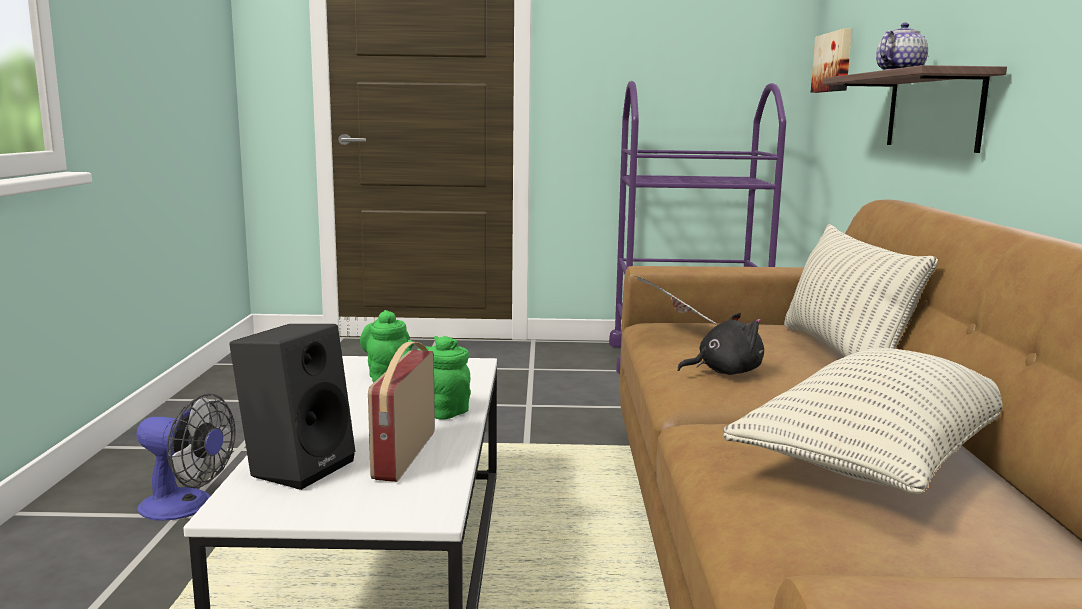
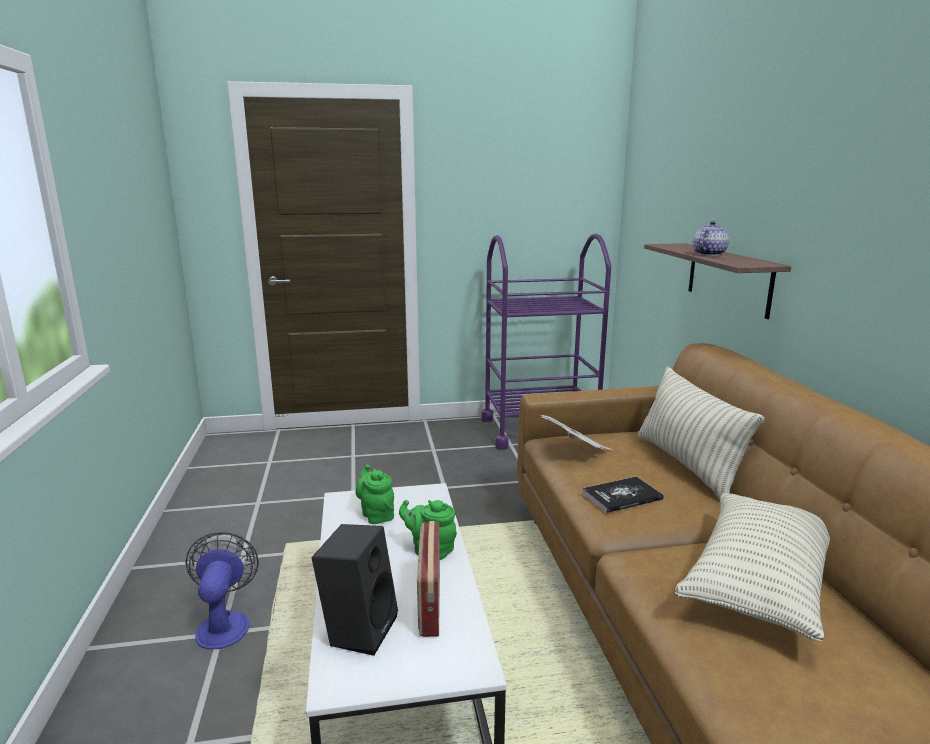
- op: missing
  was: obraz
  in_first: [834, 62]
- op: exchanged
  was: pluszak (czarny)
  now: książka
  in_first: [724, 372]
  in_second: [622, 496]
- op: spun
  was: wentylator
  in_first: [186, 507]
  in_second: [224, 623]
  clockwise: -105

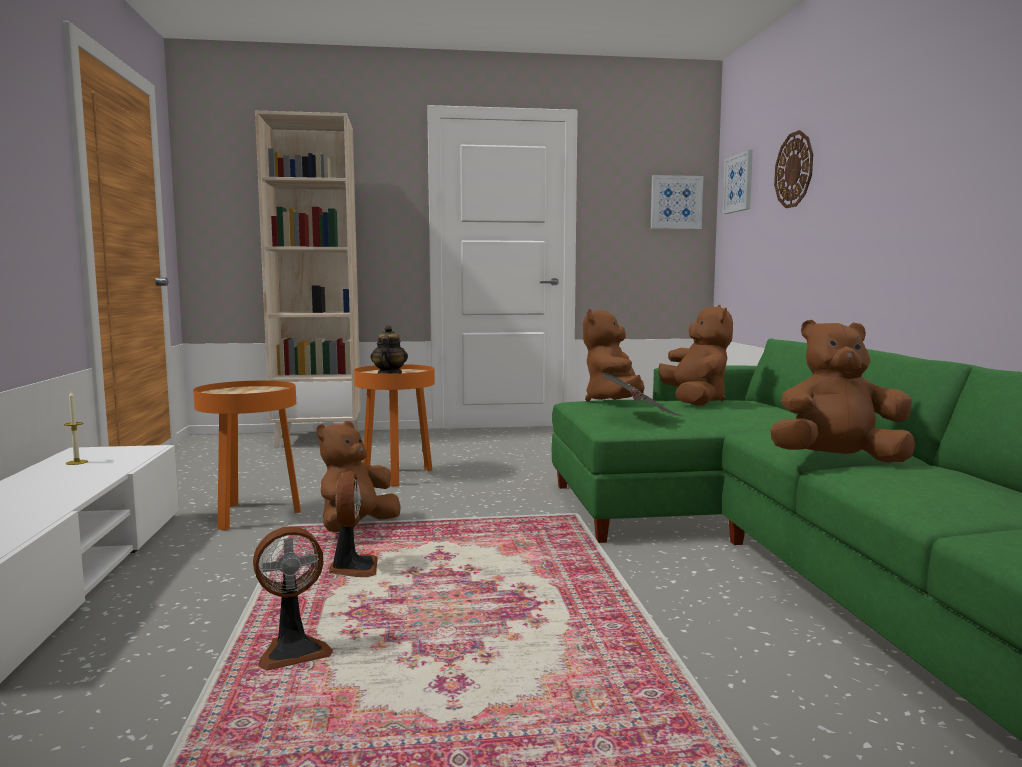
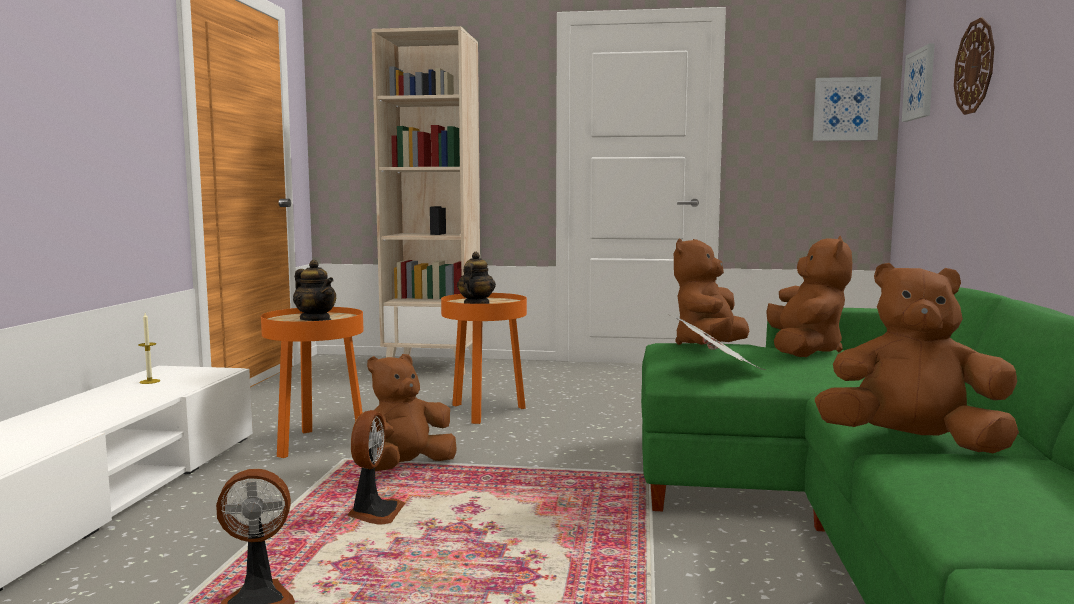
- op: appeared
  now: imbryk
  in_second: [315, 319]

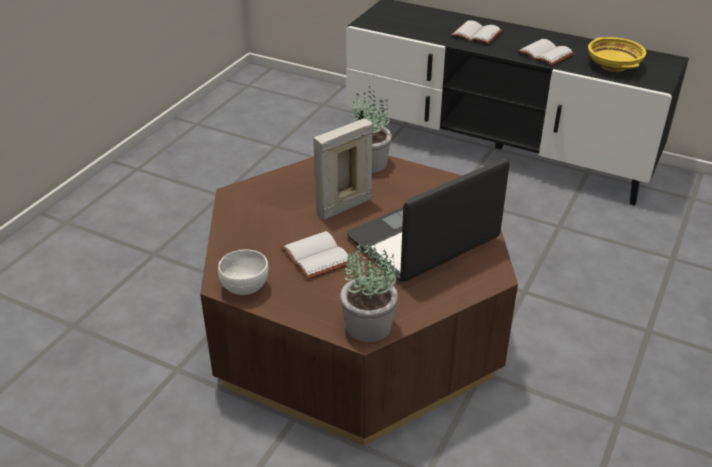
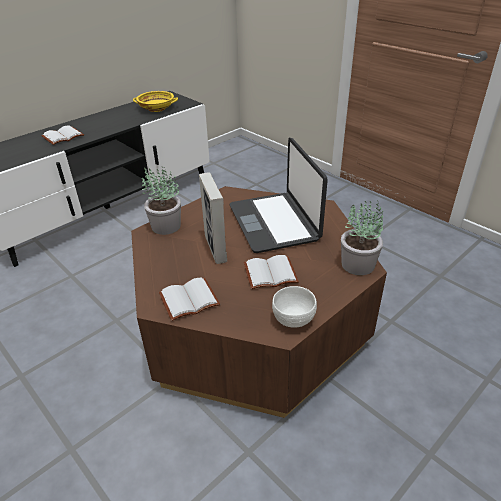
- op: relocated
  was: książka (biały)
  in_first: [543, 54]
  in_second: [189, 301]

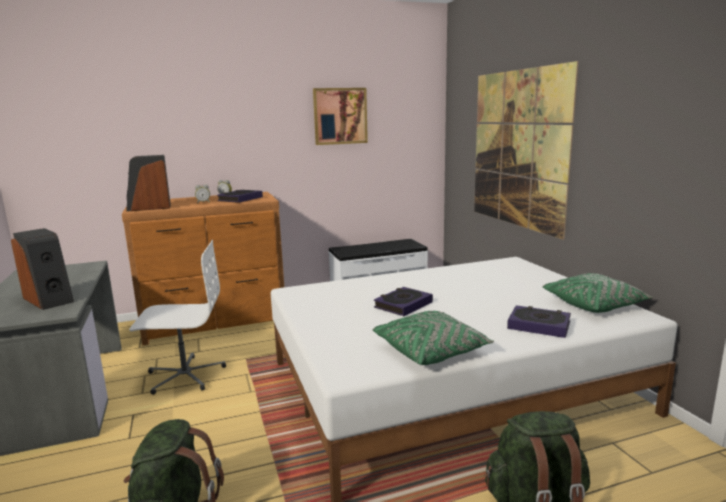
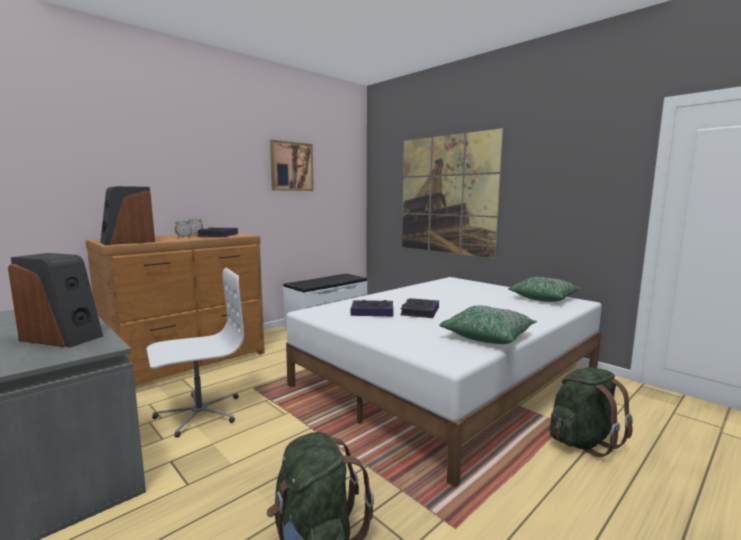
- op: relocated
  was: książka
  in_first: [539, 325]
  in_second: [372, 312]

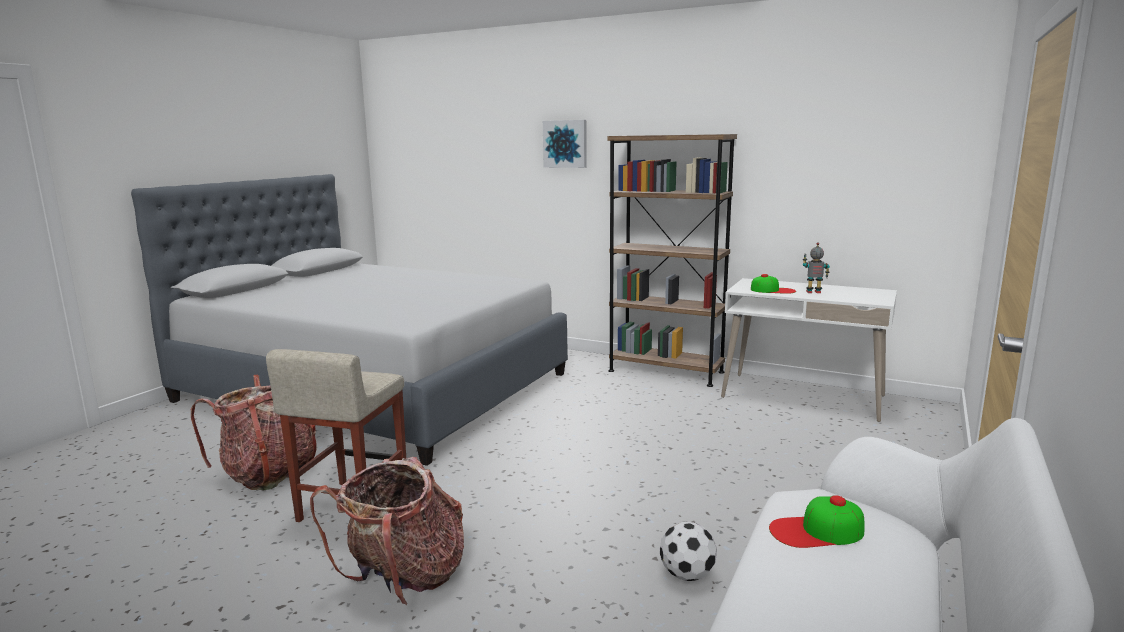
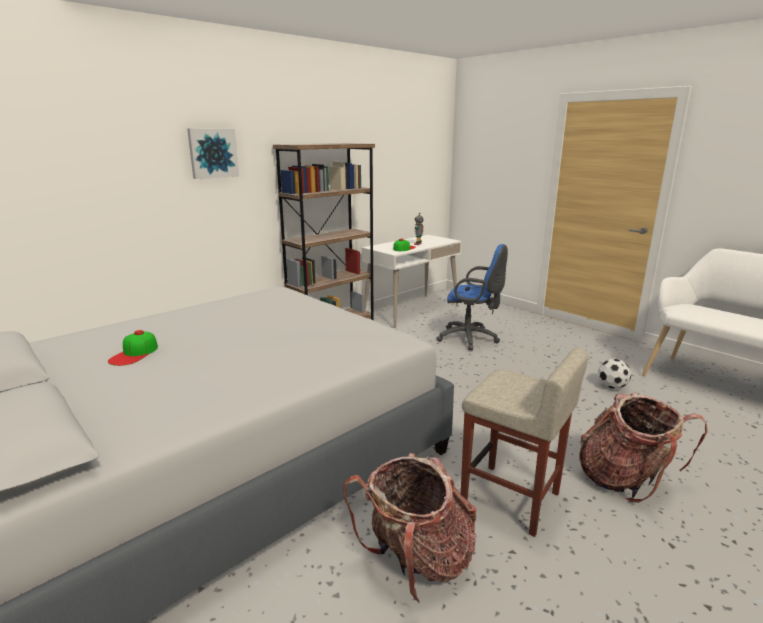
- op: appeared
  now: krzesło biurowe (niebieski)
  in_second: [471, 339]
- op: relocated
  was: czapka z daszkiem
  in_first: [816, 531]
  in_second: [134, 354]

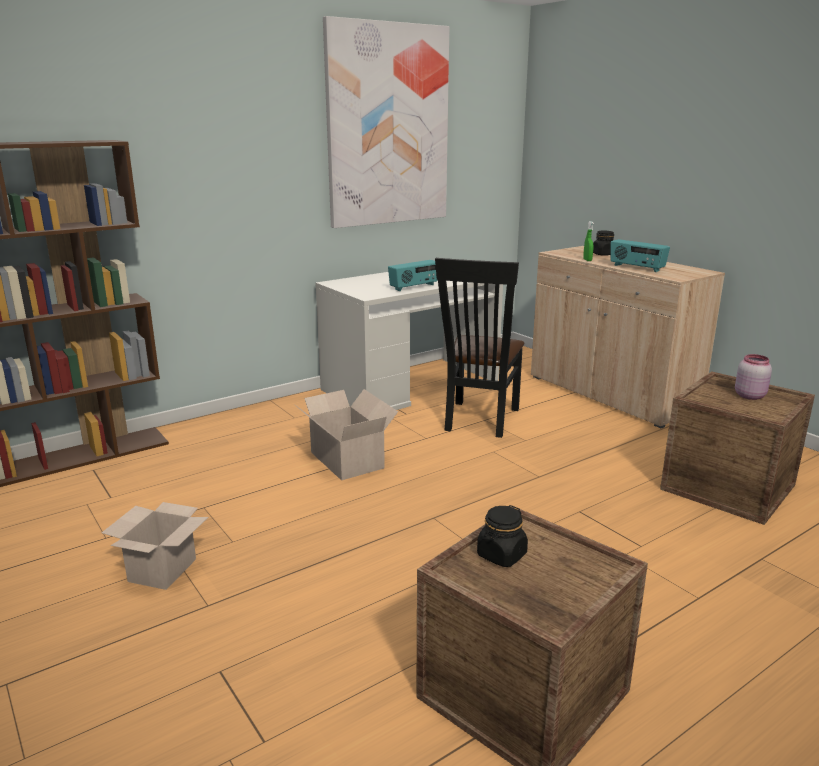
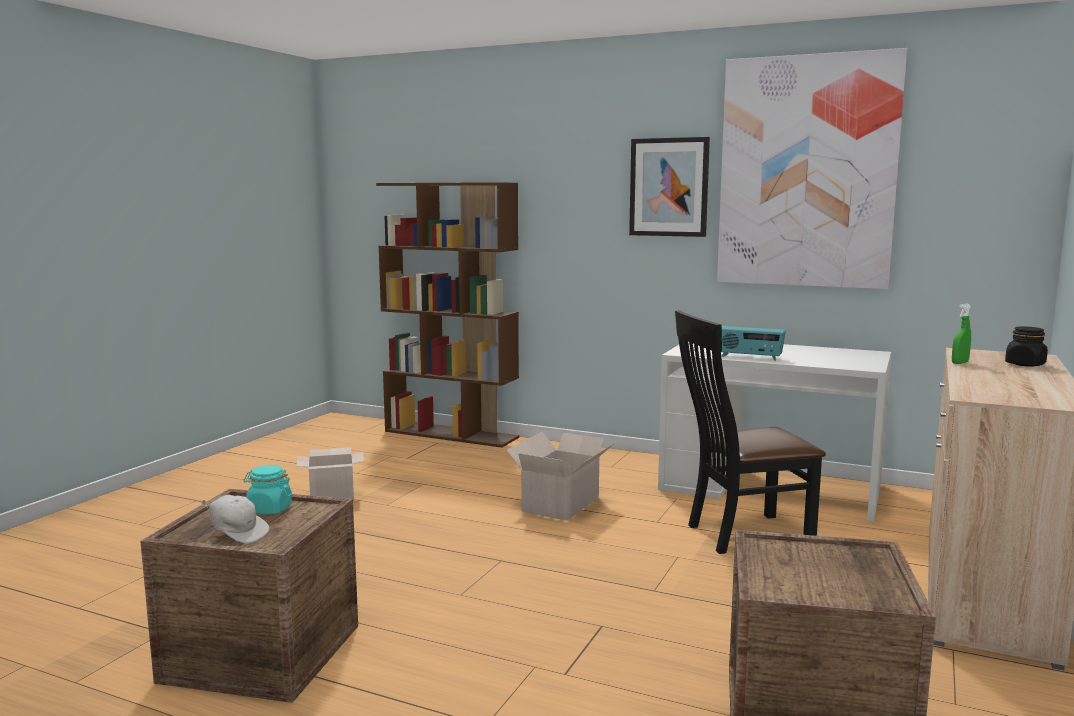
- op: missing
  was: radio
  in_first: [636, 268]
- op: missing
  was: słoik (różowy)
  in_first: [749, 395]
- op: appeared
  now: czapka z daszkiem (biały)
  in_second: [238, 534]
- op: appeared
  now: obraz
  in_second: [669, 187]
- op: colour
  was: słoik (czarny)
  now: słoik (turkusowy)
  in_first: [501, 555]
  in_second: [269, 509]

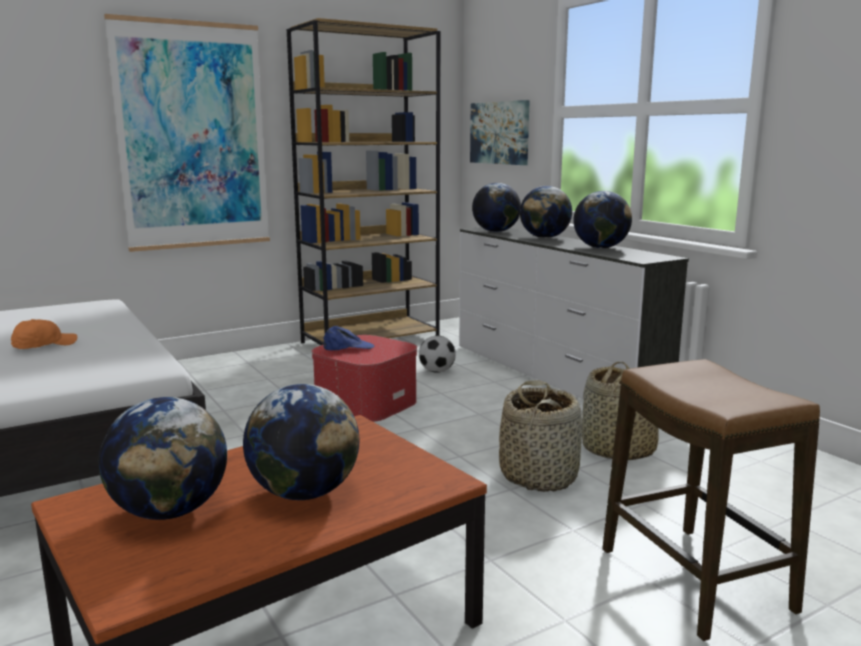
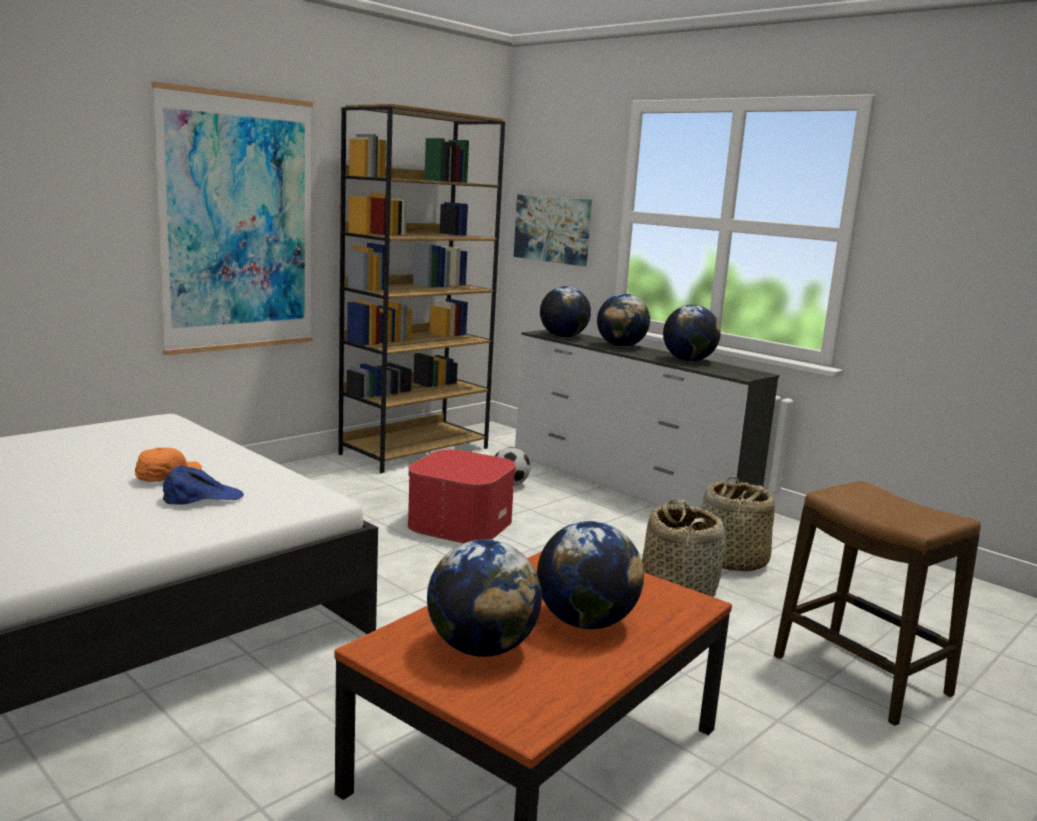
- op: relocated
  was: czapka z daszkiem (niebieski)
  in_first: [348, 347]
  in_second: [202, 497]

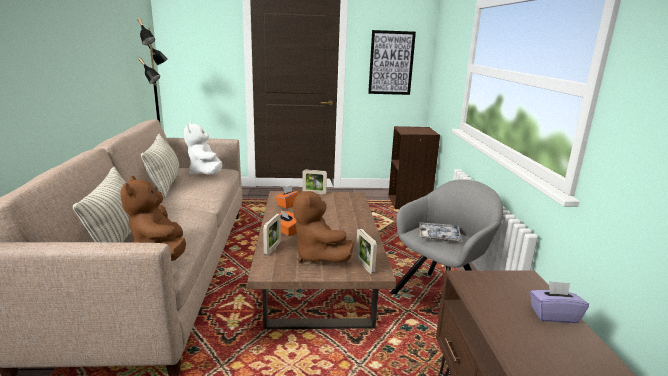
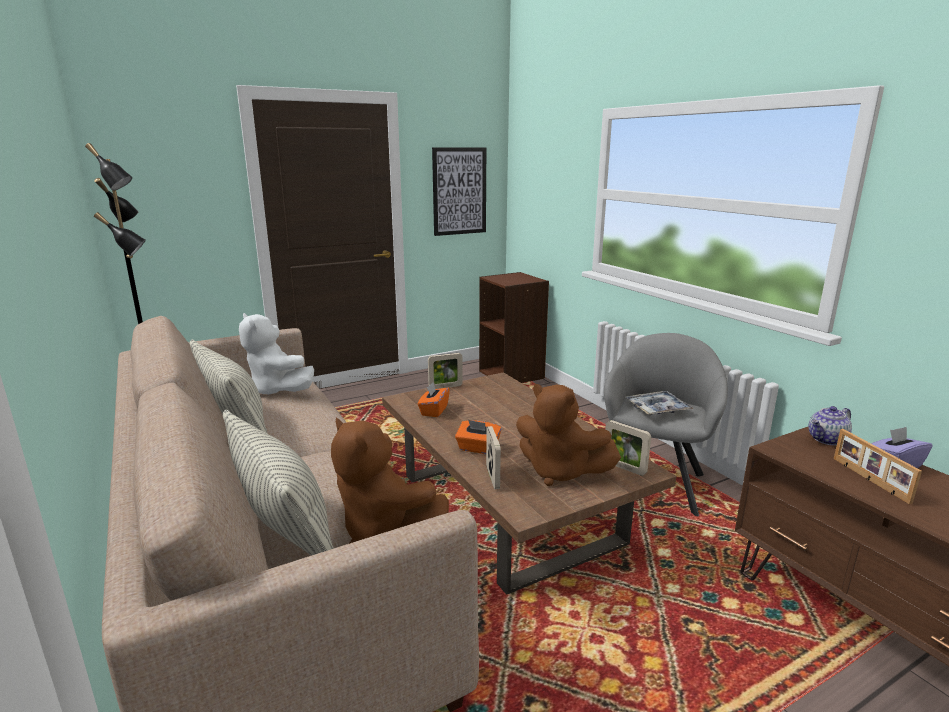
- op: appeared
  now: imbryk
  in_second: [827, 440]
- op: appeared
  now: ramka na zdjęcie
  in_second: [869, 480]

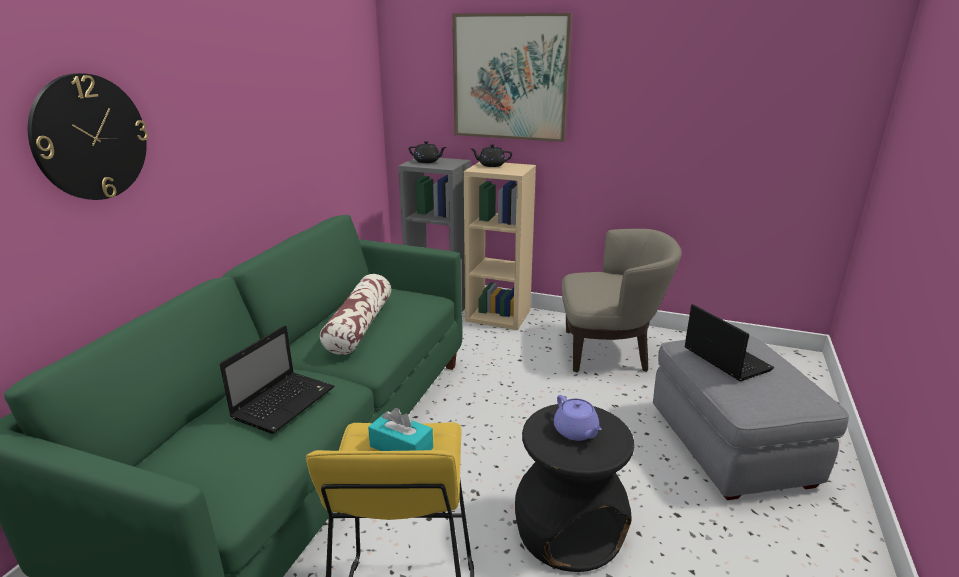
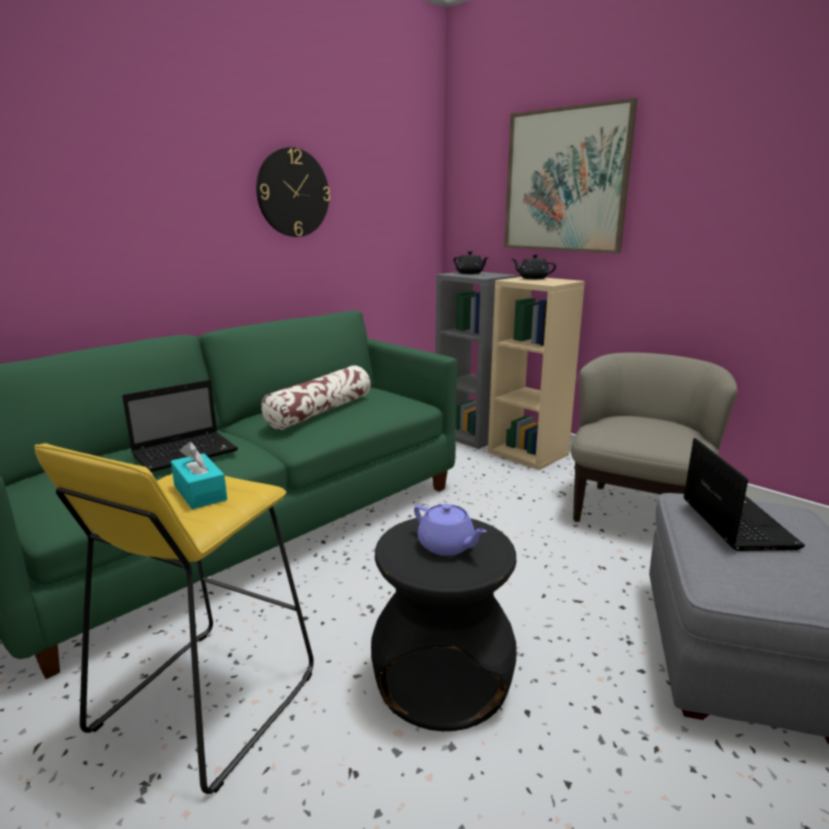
- op: relocated
  was: zegar ścienny
  in_first: [90, 138]
  in_second: [293, 193]
- op: spun
  was: imbryk (fioletowy)
  in_first: [576, 431]
  in_second: [447, 546]
  clockwise: -45
- op: spun
  was: fotel (beżowy)
  in_first: [609, 351]
  in_second: [636, 511]
  clockwise: -90

